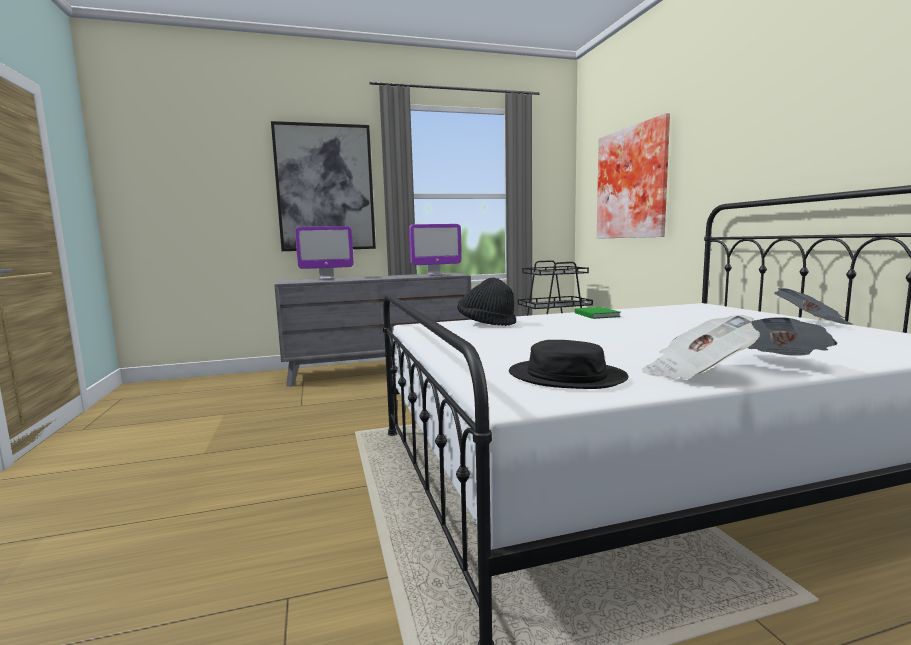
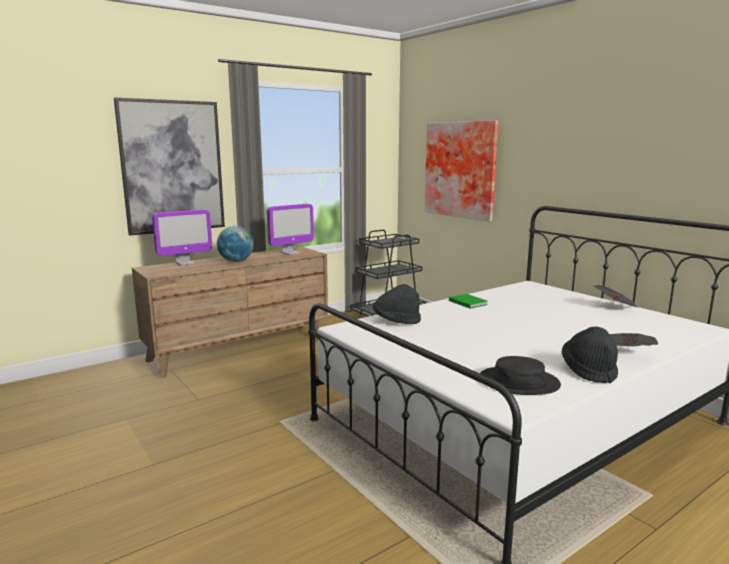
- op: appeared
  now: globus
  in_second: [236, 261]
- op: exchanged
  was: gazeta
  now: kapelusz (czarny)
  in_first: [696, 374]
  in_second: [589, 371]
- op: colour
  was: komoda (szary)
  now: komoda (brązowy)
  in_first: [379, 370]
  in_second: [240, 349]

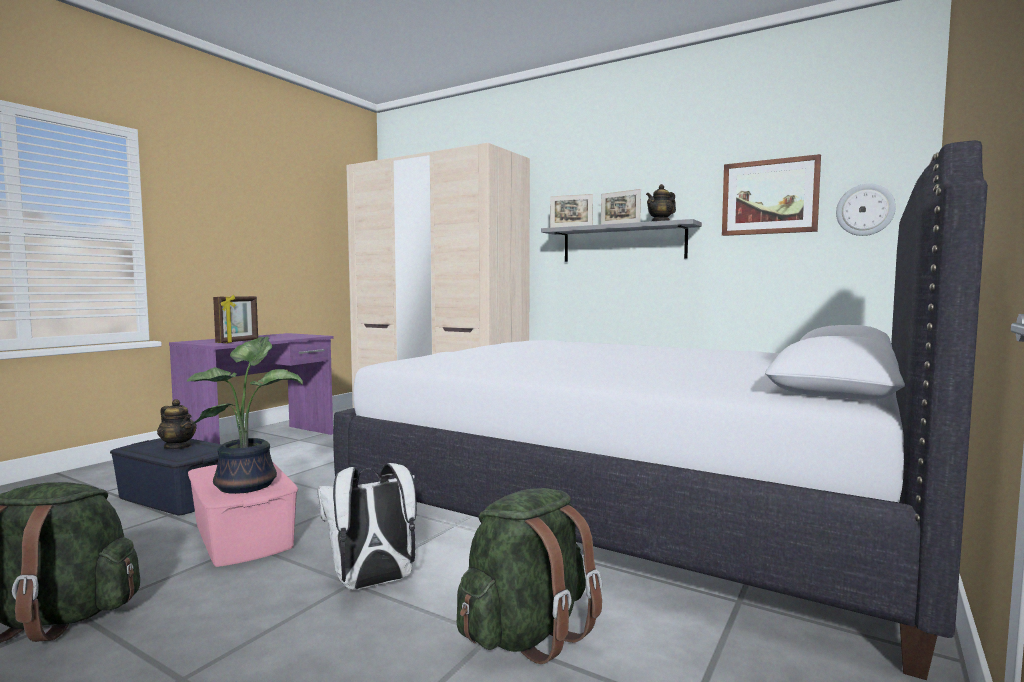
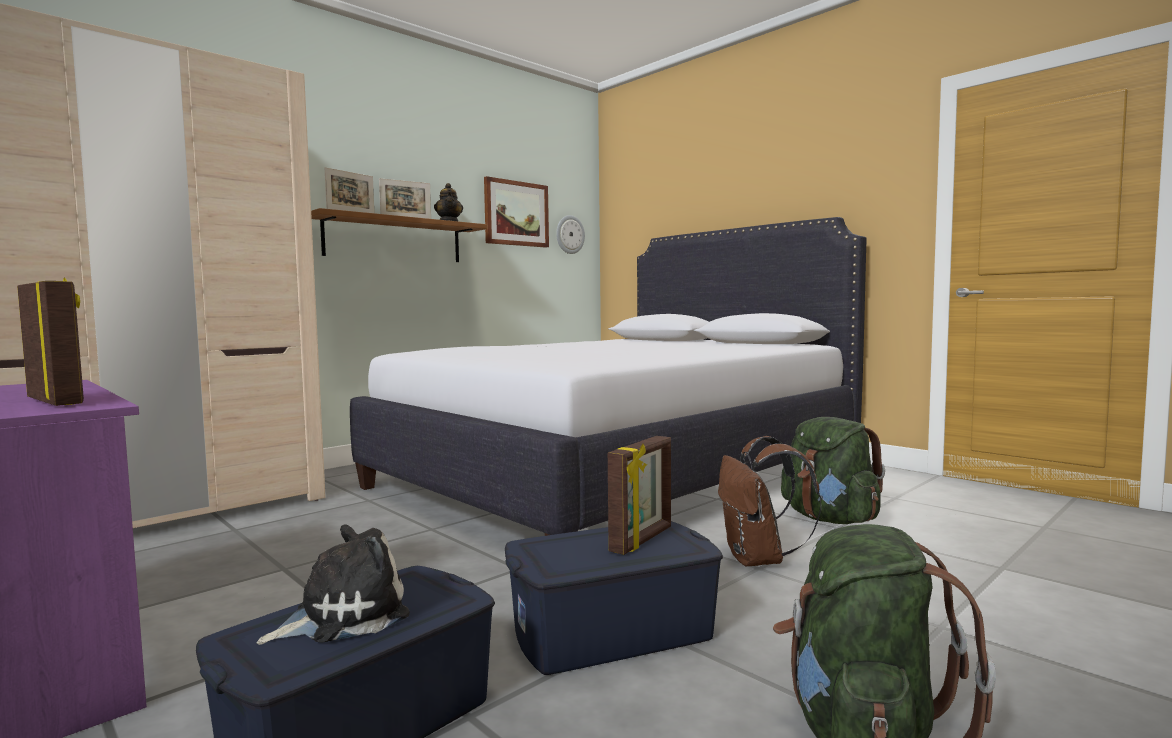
- op: exchanged
  was: imbryk
  now: pluszak
  in_first: [178, 447]
  in_second: [344, 615]
- op: exchanged
  was: roślina doniczkowa
  now: ramka na zdjęcie
  in_first: [250, 484]
  in_second: [643, 540]
- op: colour
  was: pojemnik do przechowywania (różowy)
  now: pojemnik do przechowywania (niebieski)
  in_first: [242, 536]
  in_second: [613, 632]
- op: colour
  was: plecak (biały)
  now: plecak (brązowy)
  in_first: [373, 583]
  in_second: [758, 559]
- op: colour
  was: półka (szary)
  now: półka (brązowy)
  in_first: [623, 243]
  in_second: [394, 240]

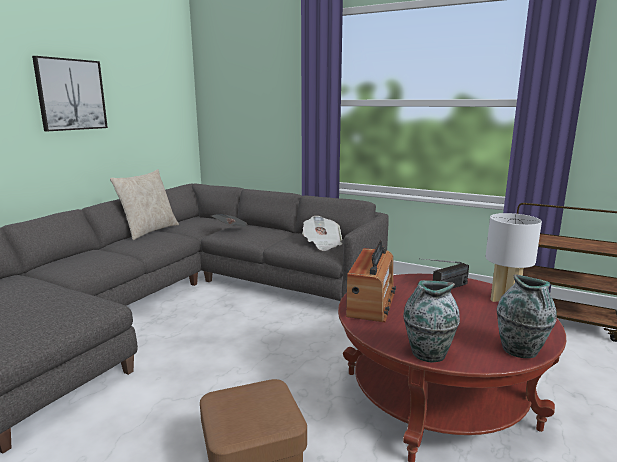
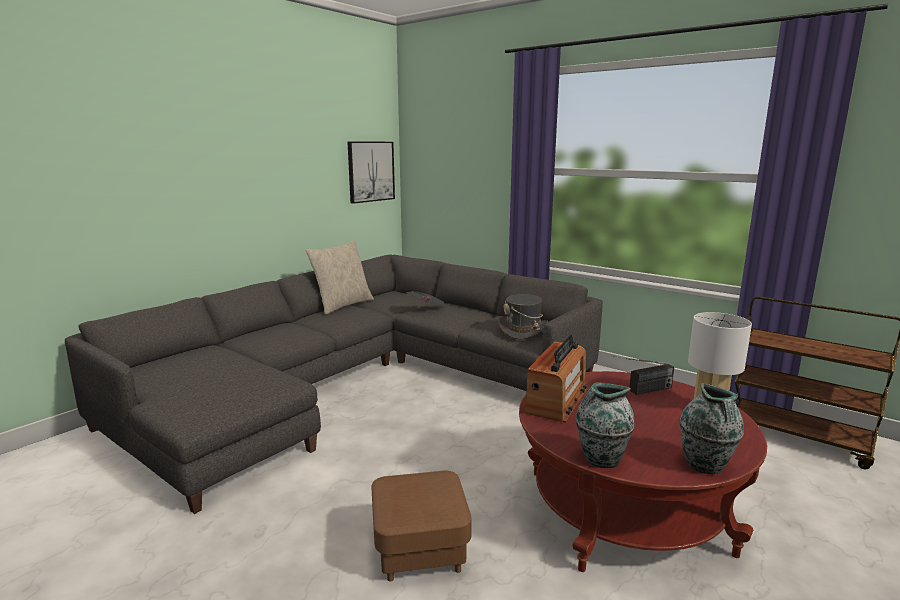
- op: relocated
  was: obraz
  in_first: [71, 94]
  in_second: [370, 171]
- op: exchanged
  was: gazeta
  now: kapelusz (szary)
  in_first: [322, 244]
  in_second: [522, 330]

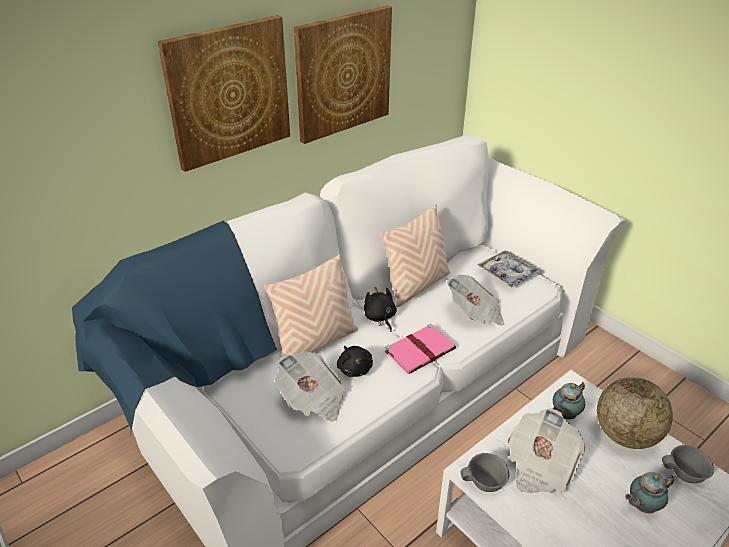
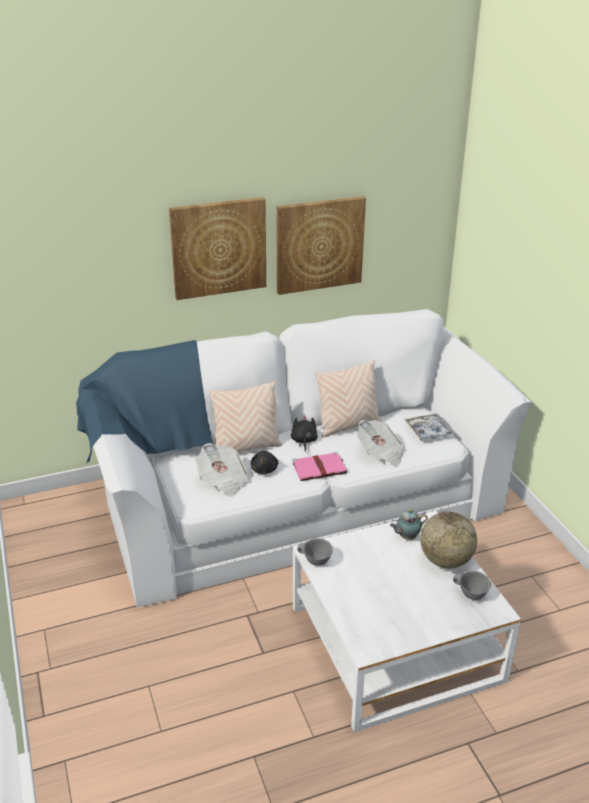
- op: missing
  was: gazeta
  in_first: [539, 465]
- op: missing
  was: imbryk
  in_first: [641, 506]

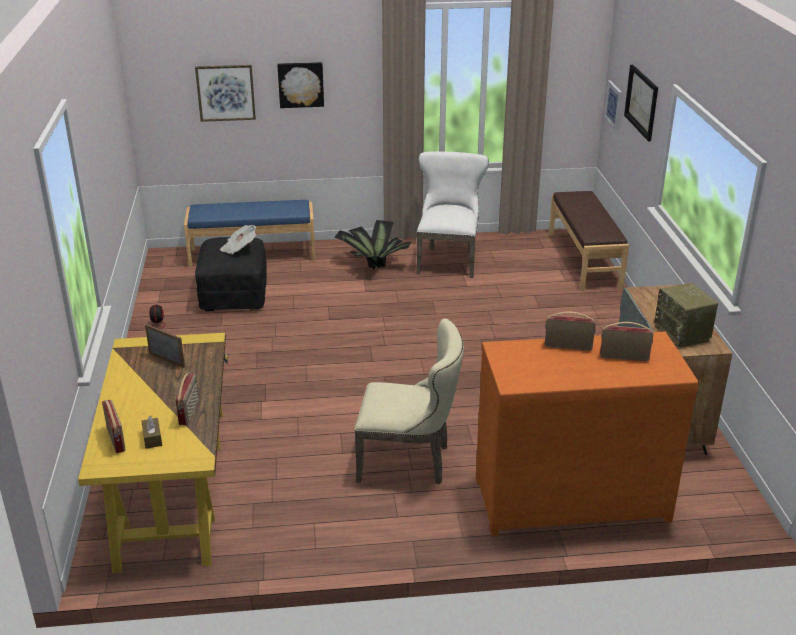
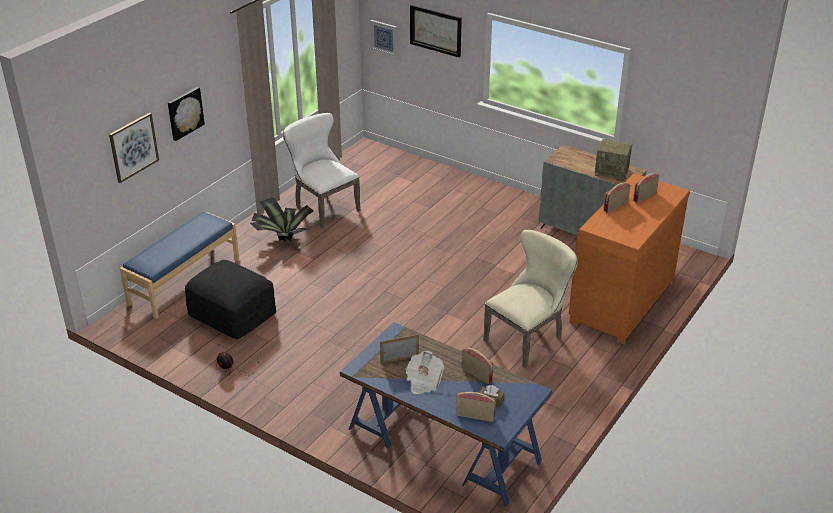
- op: missing
  was: ławka (brązowy)
  in_first: [584, 260]
- op: relocated
  was: gazeta
  in_first: [239, 248]
  in_second: [423, 381]
- op: colour
  was: biurko (żółty)
  now: biurko (niebieski)
  in_first: [171, 486]
  in_second: [442, 445]

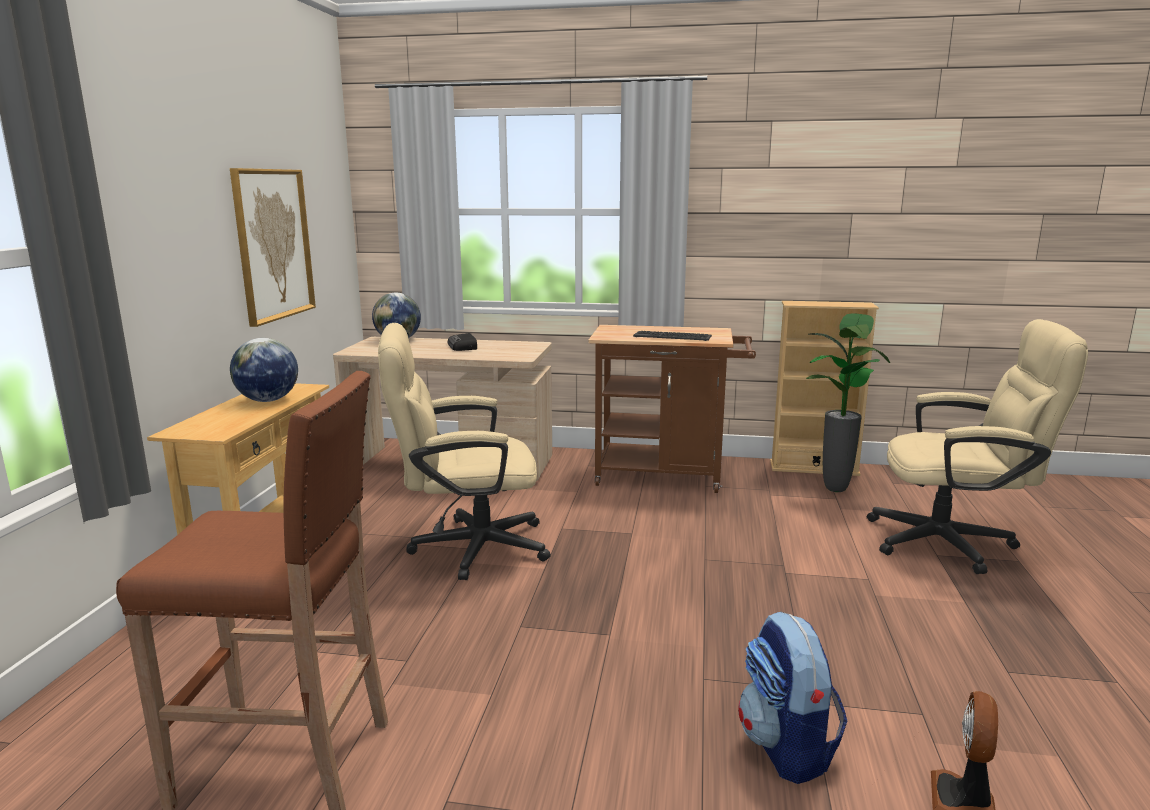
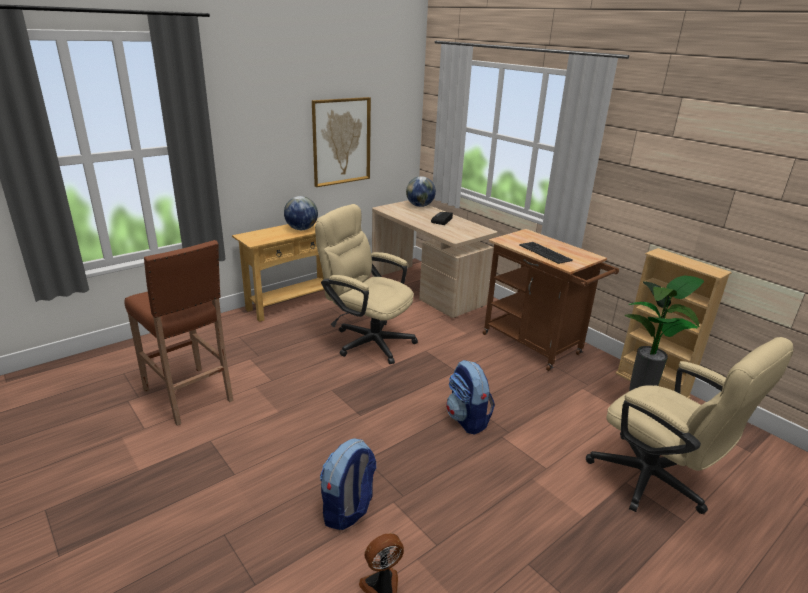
- op: appeared
  now: plecak
  in_second: [467, 420]

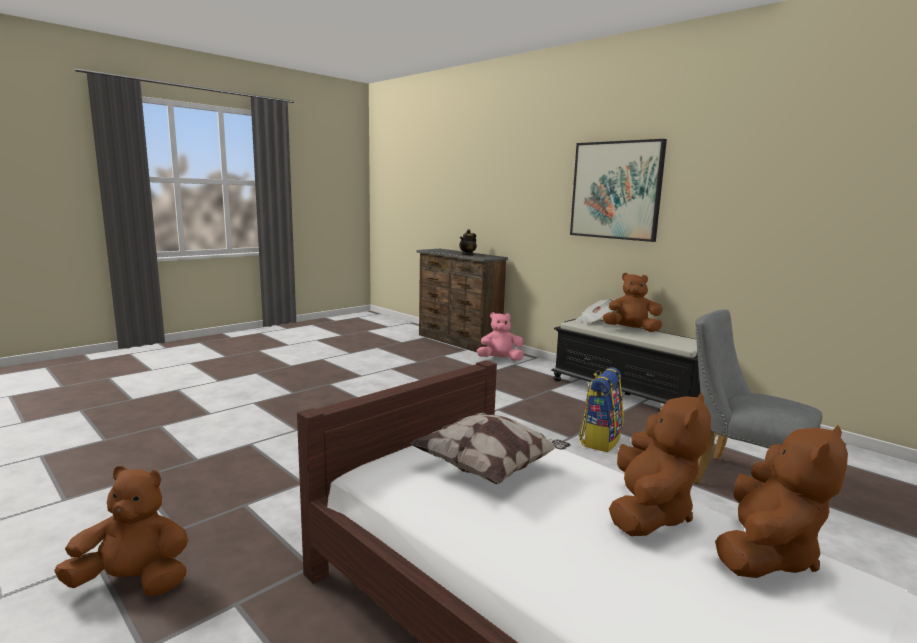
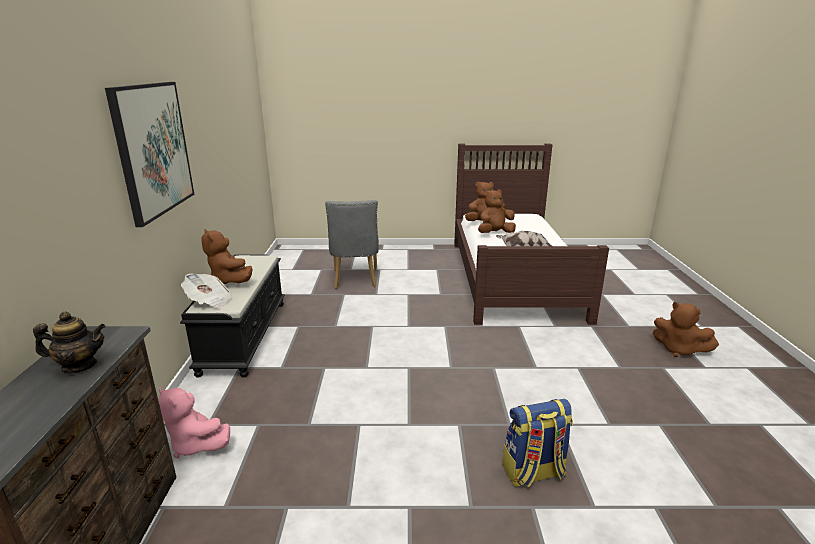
- op: relocated
  was: plecak
  in_first: [600, 440]
  in_second: [533, 473]

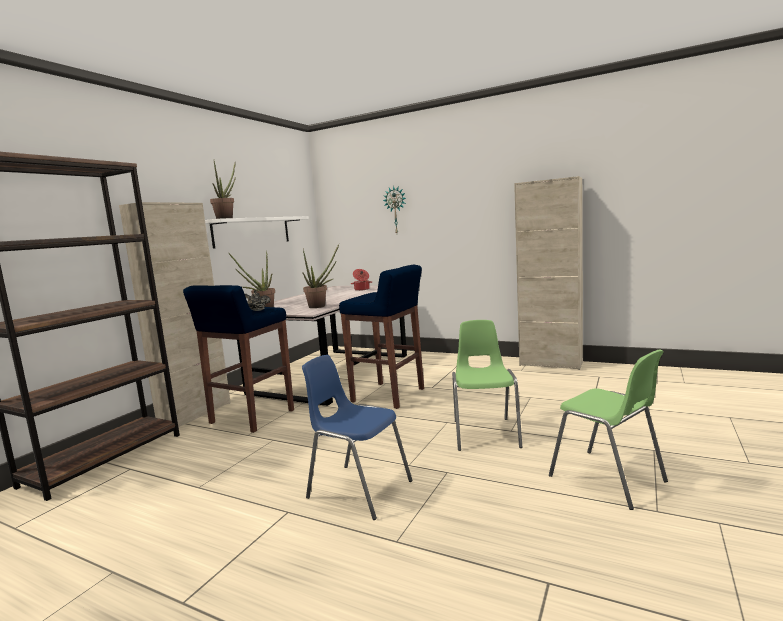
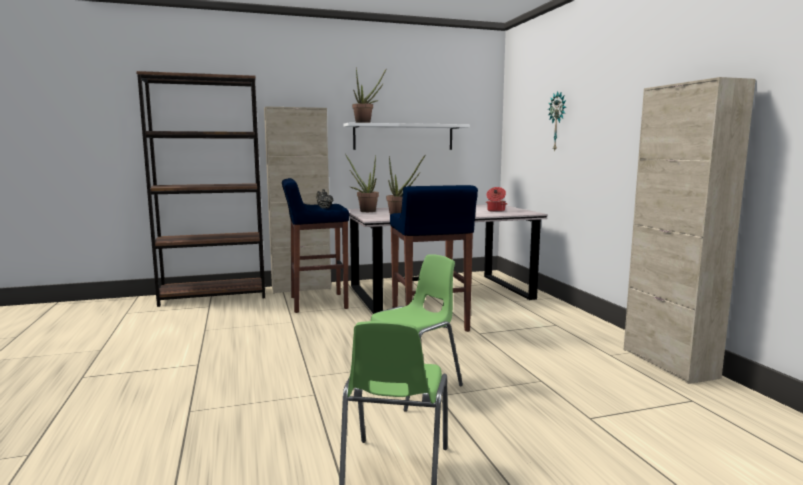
- op: missing
  was: krzesło (niebieski)
  in_first: [358, 489]

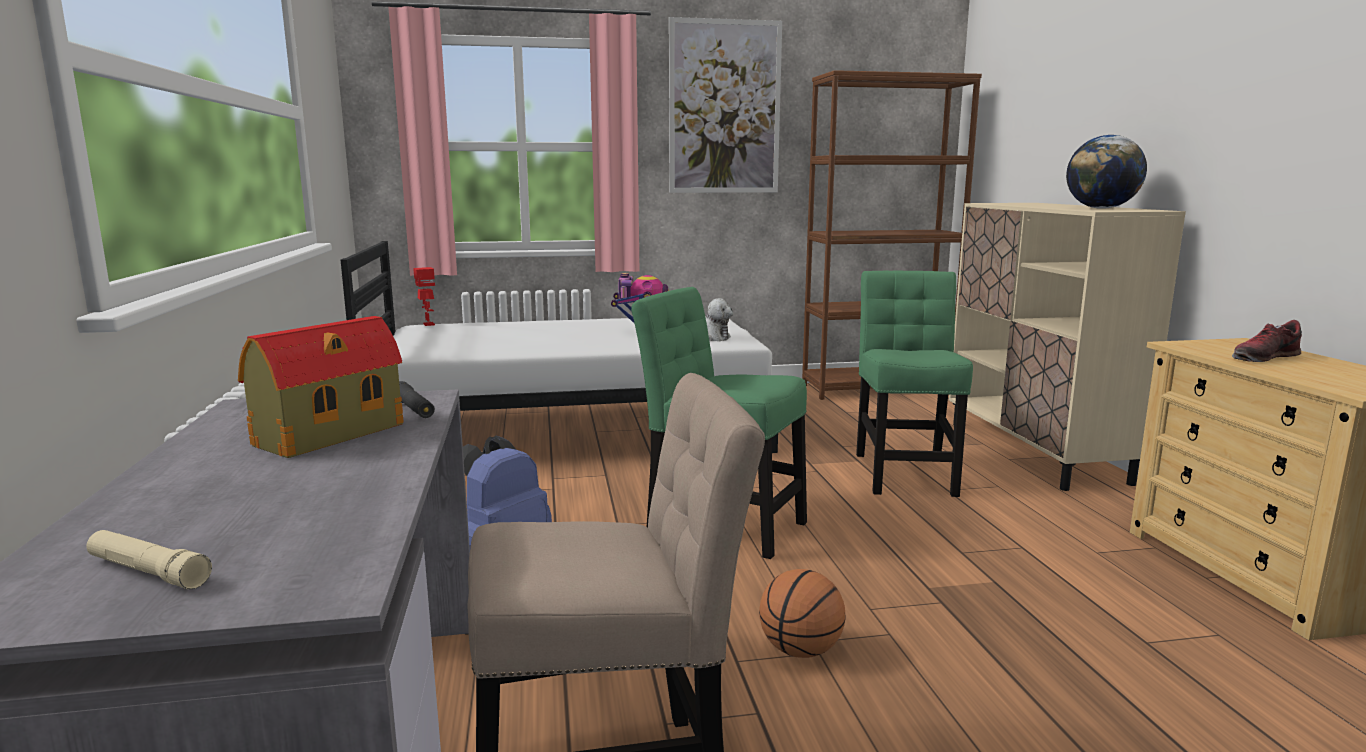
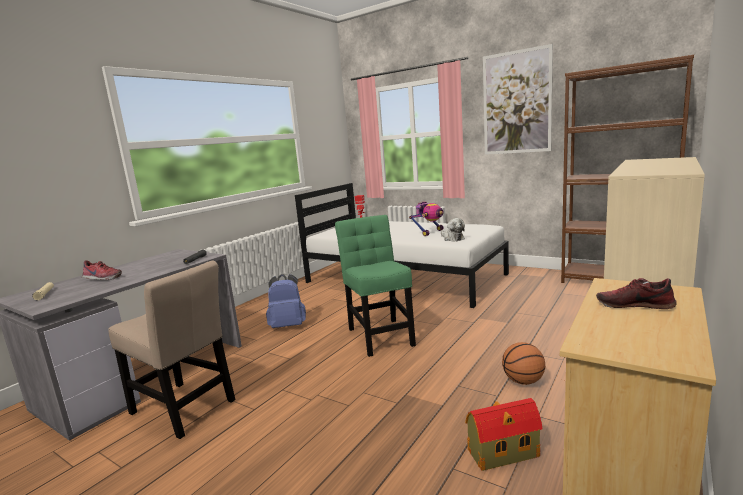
- op: missing
  was: krzesło (zielony)
  in_first: [905, 471]
- op: missing
  was: globus
  in_first: [1101, 208]
- op: appeared
  now: but
  in_second: [101, 278]
- op: relocated
  was: domek
  in_first: [327, 435]
  in_second: [501, 453]
- op: relocated
  was: piłka do koszykówki
  in_first: [800, 650]
  in_second: [523, 381]

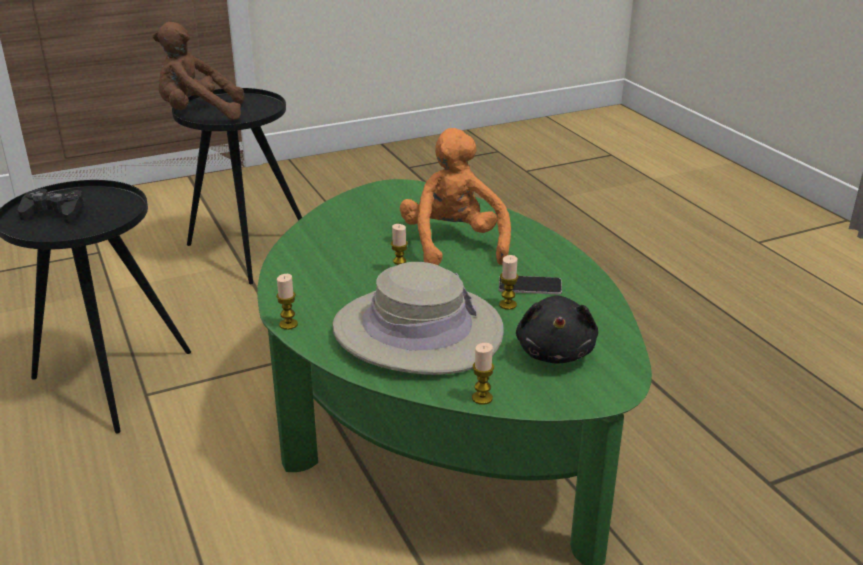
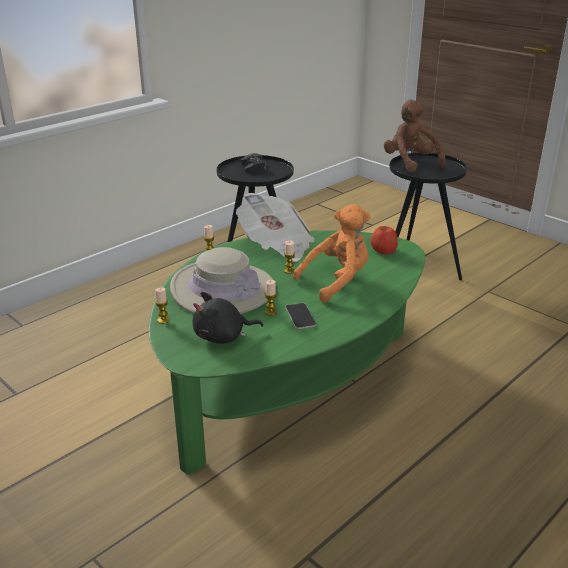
- op: appeared
  now: gazeta
  in_second: [276, 245]
- op: appeared
  now: jabłko
  in_second: [383, 250]

